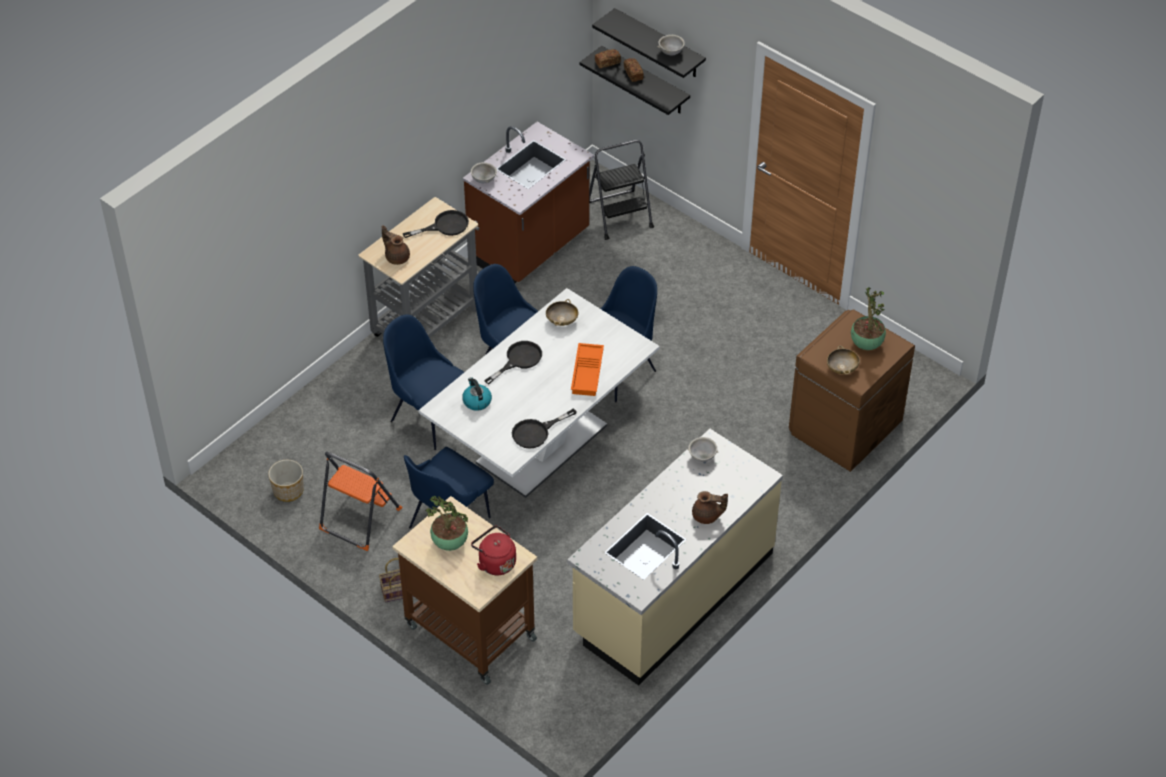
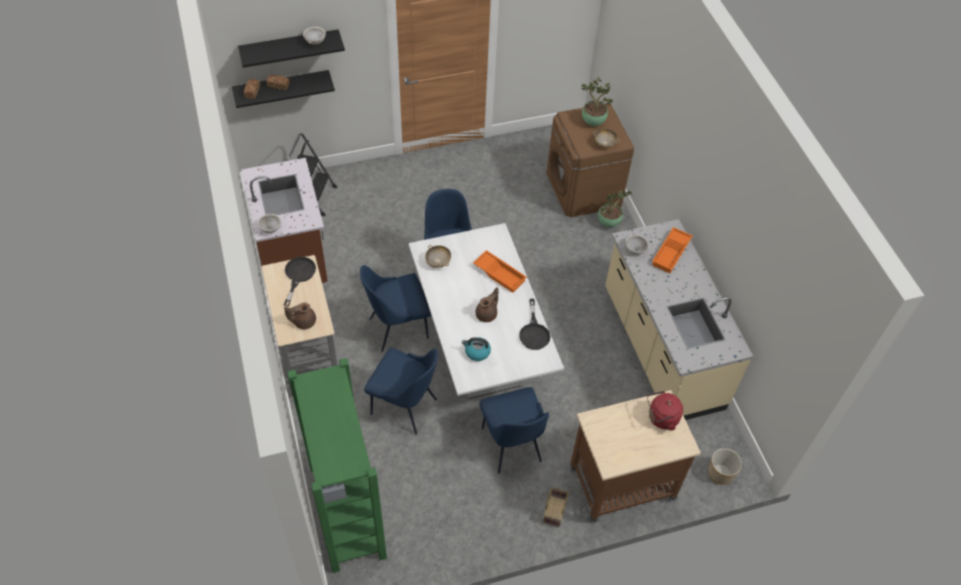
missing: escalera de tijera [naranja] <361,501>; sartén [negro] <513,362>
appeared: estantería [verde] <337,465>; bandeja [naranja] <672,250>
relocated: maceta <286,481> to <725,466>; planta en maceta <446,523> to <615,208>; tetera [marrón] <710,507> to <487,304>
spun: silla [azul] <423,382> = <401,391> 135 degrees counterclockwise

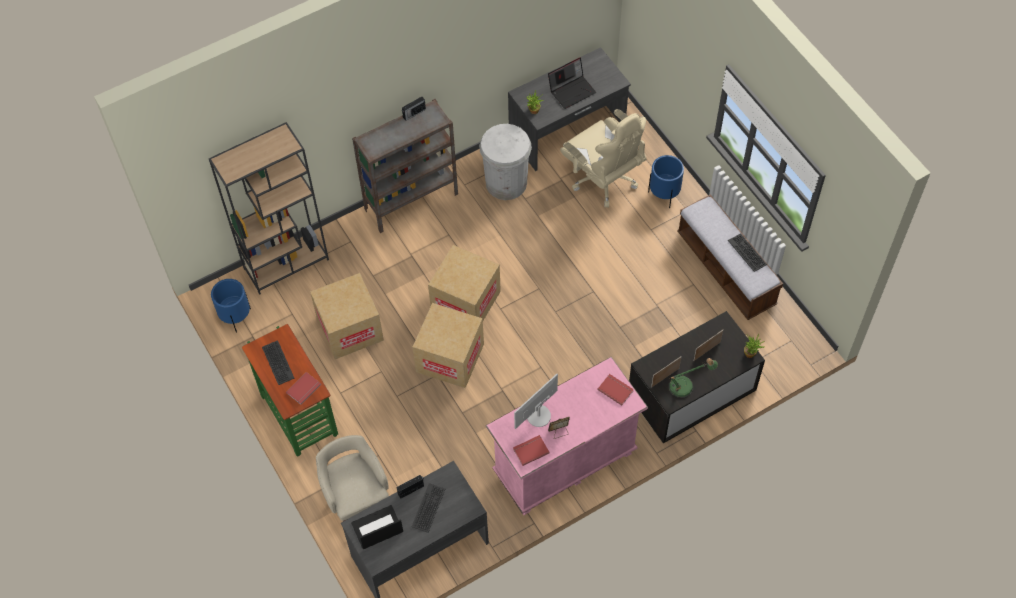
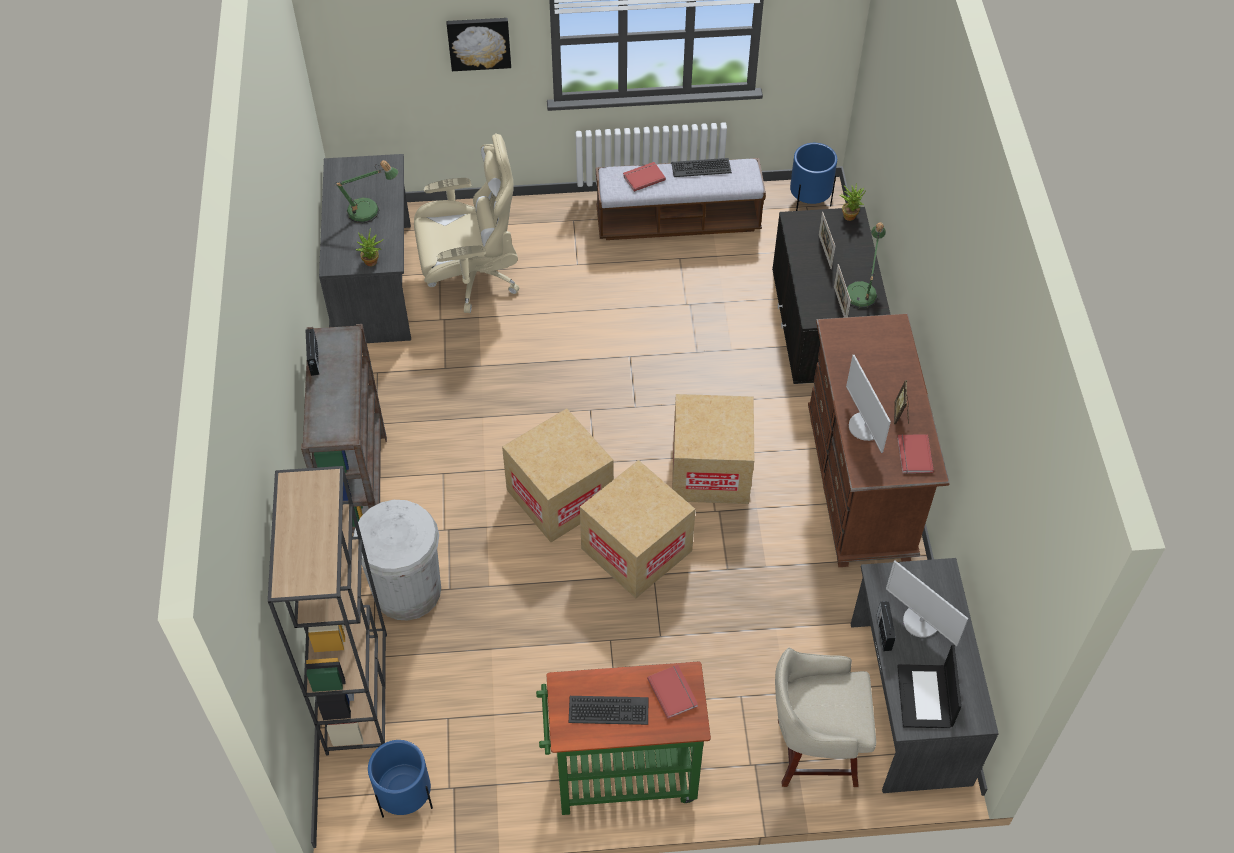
appeared: cuadro <479,44>
relocated: caja de cartón <347,316> to <713,449>; papelera [blanco] <505,162> to <397,560>; libro [rojo] <615,390> to <644,177>; maceta [azul] <666,181> to <813,177>
exchanged: teclado <428,508> to monitor <927,603>; portátil <572,83> to lámpara de mesa <366,191>
colour: cómoda [rosa] <567,436> to cómoda [marrón] <879,440>

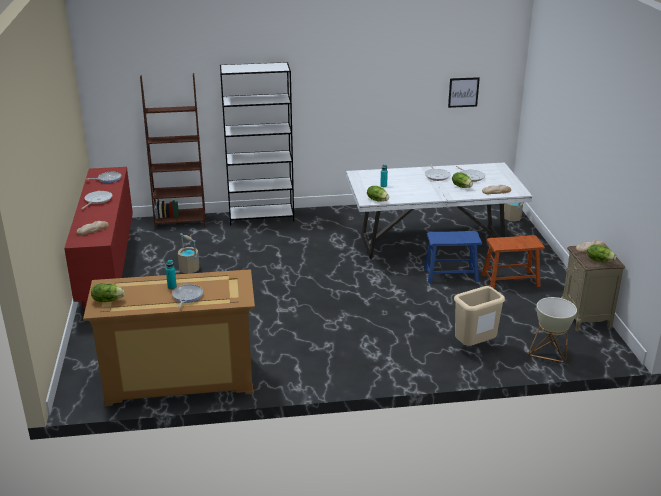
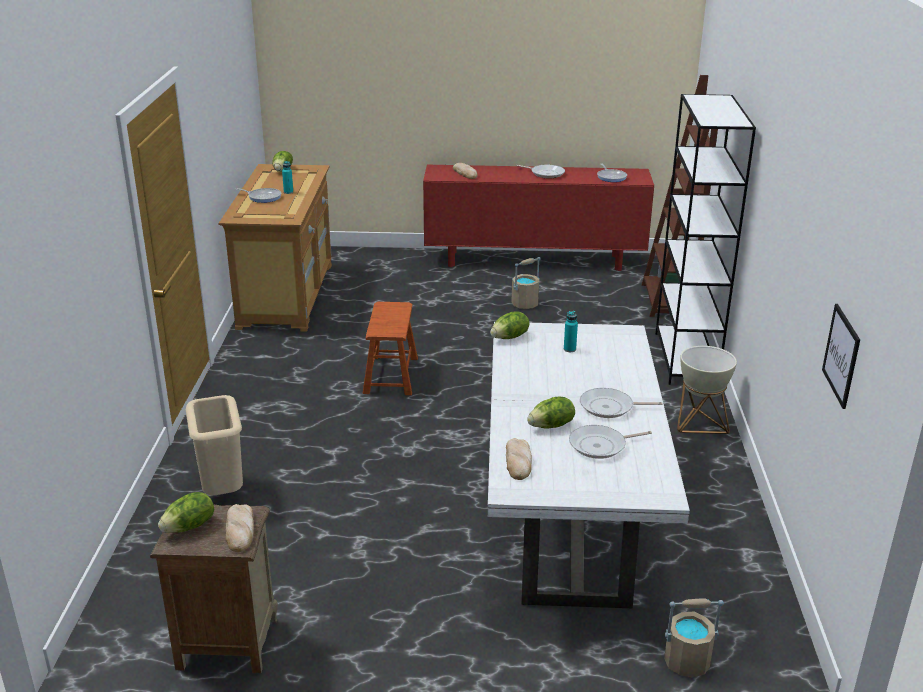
missing: taburete [azul] <453,257>
relocated: taburete [marrón] <513,262> to <390,348>; maceta <552,329> to <707,390>

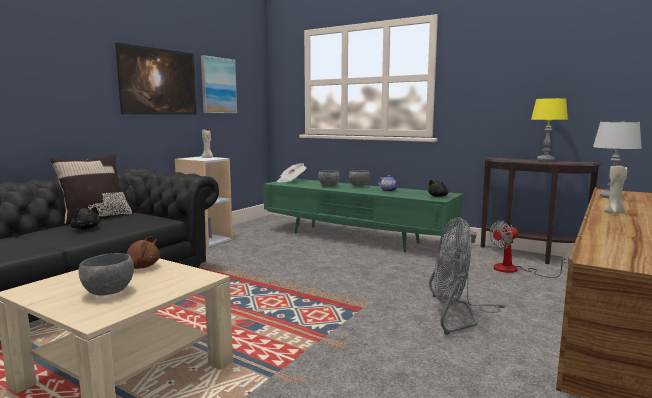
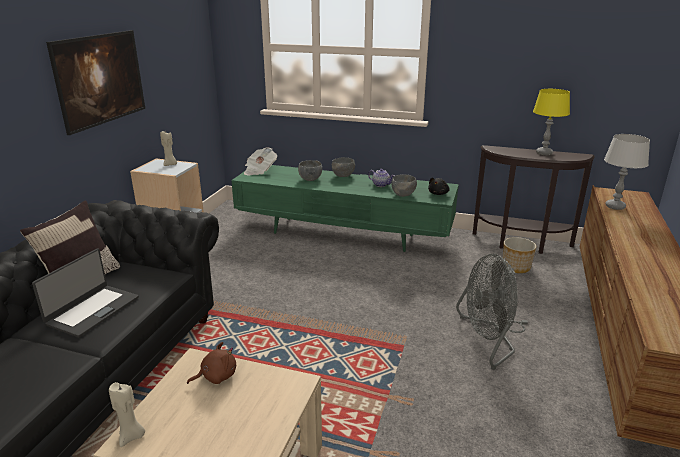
missing: cuadro <219,84>
relocated: cuenco [gris] <106,274> to <404,186>; vela [beis] <615,190> to <127,414>
exchanged: peluche [negro] <85,218> to portátil <85,292>; ventilador <529,249> to maceta <519,255>

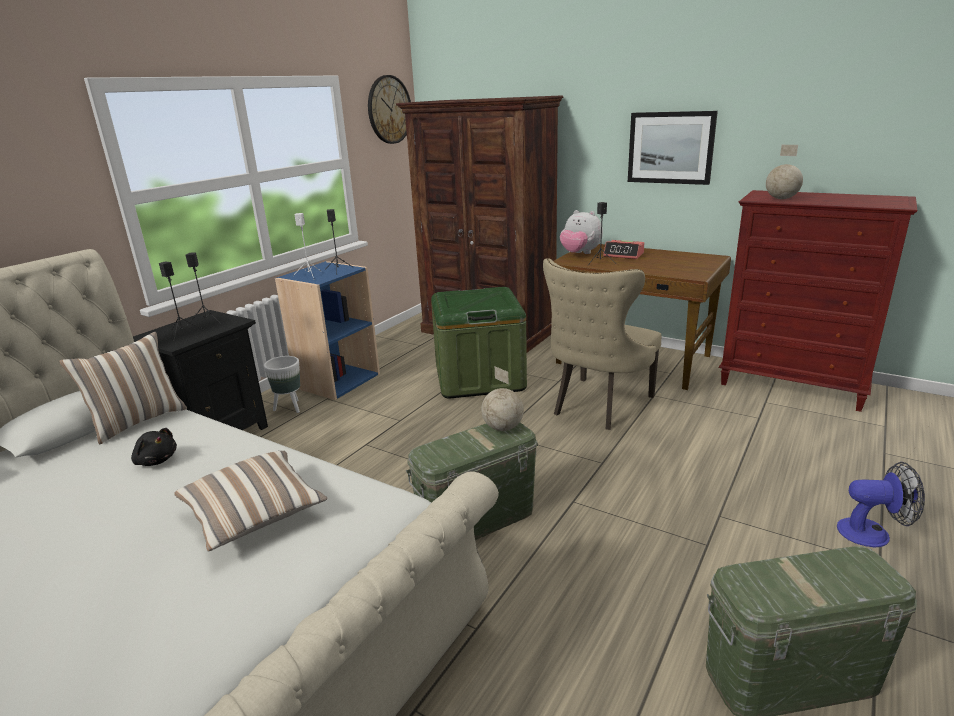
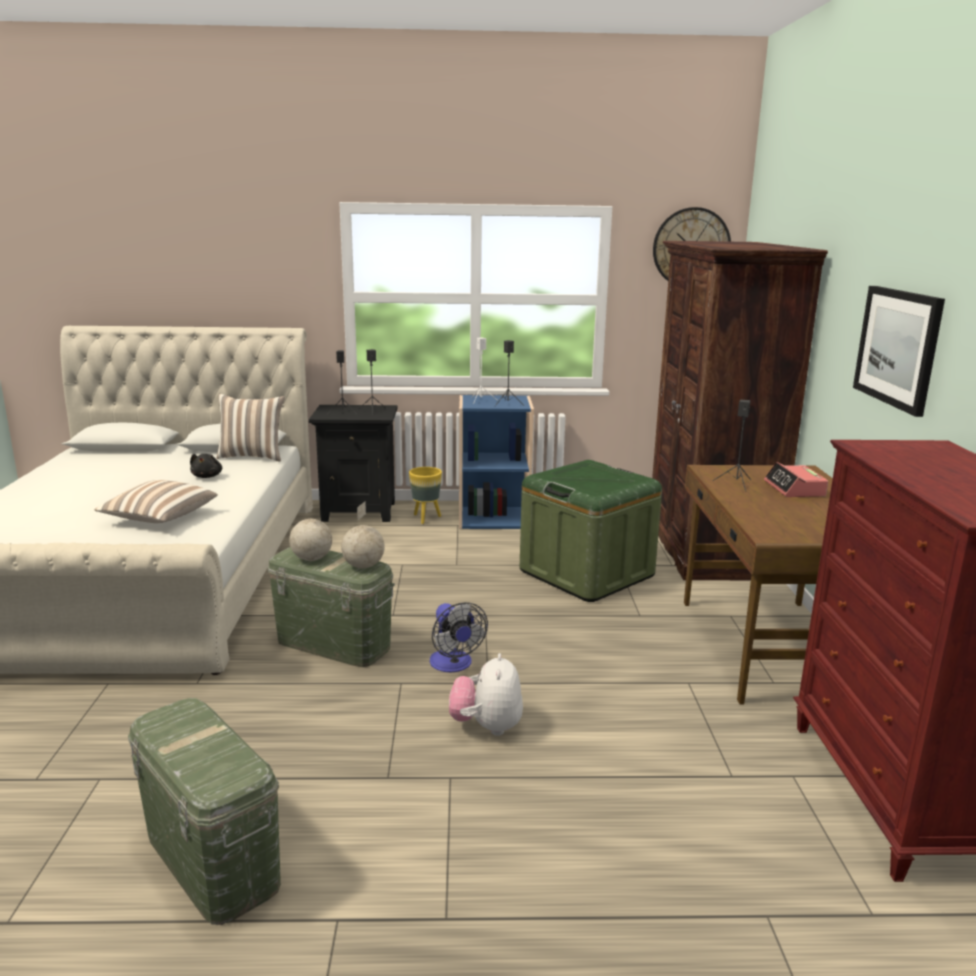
missing: silla [beis] <602,344>
relocated: peluche <581,232> to <486,694>; globo terráqueo <784,172> to <310,528>; ventilador <881,505> to <459,637>
colour: maceta [blanco] <282,384> to maceta [amarillo] <425,495>

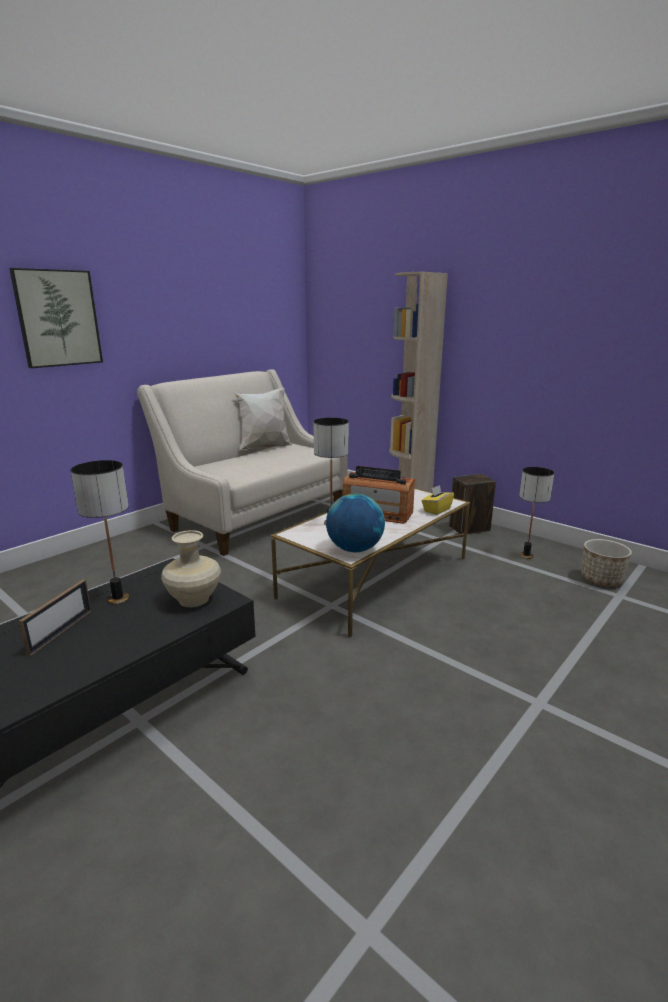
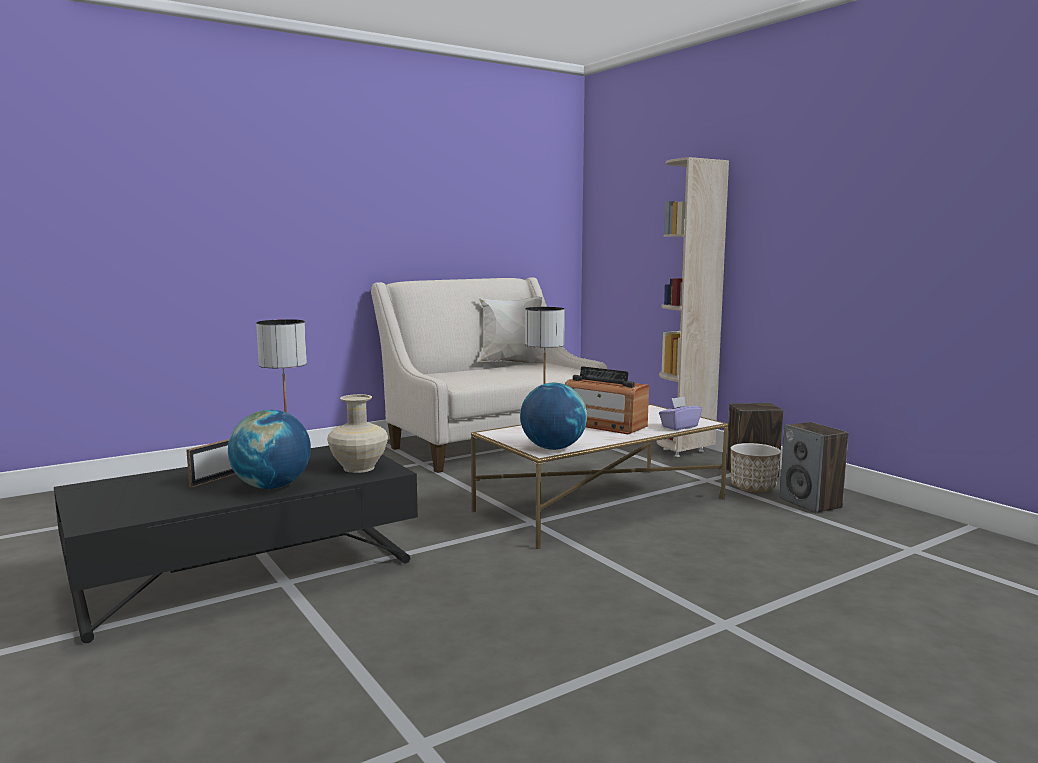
missing: cuadro <56,318>
appeared: globo terráqueo <269,449>
relocated: maceta <606,562> to <756,467>
exchanged: lámpara de mesa <536,513> to altavoz <814,467>
colour: caja de pañuelos [amarillo] <438,500> to caja de pañuelos [morado] <680,413>

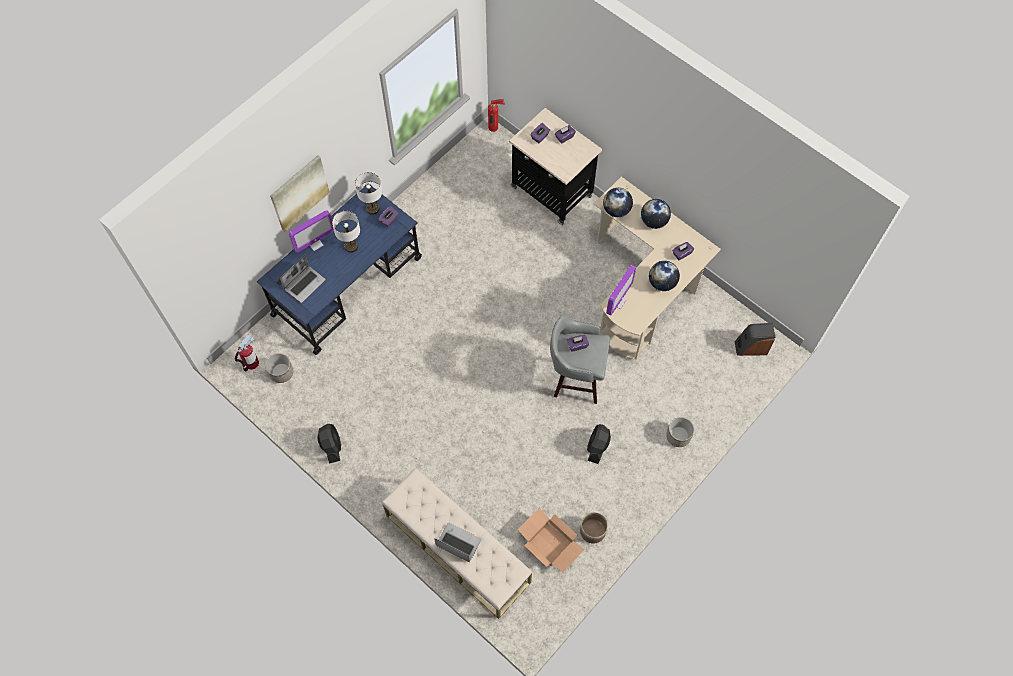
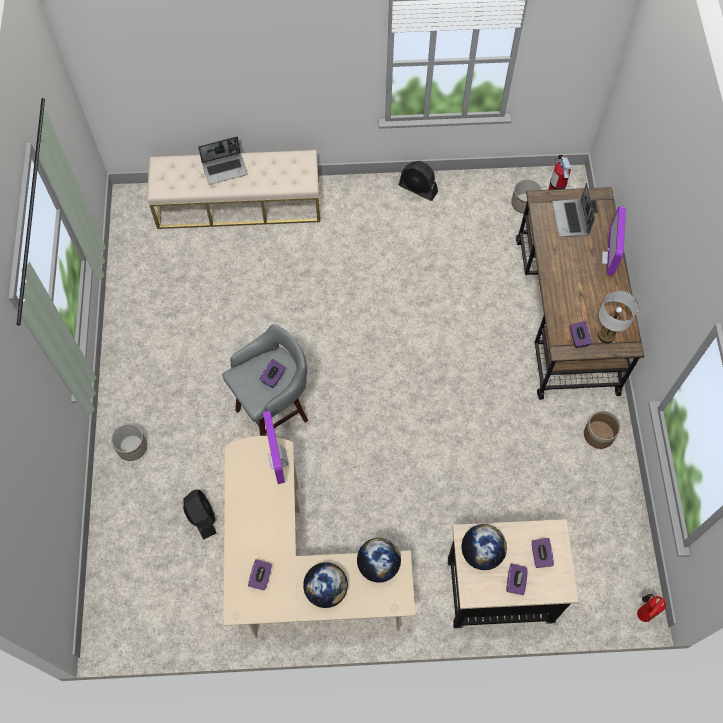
missing: cuadro <300,193>; lámpara de mesa <346,232>; caja de cartón <551,540>; altavoz <754,339>
relocated: maceta <594,527> to <602,430>; ventilador [negro] <599,444> to <200,515>; globo terráqueo <664,276> to <484,547>
colour: escritorio [azul] <339,269> to escritorio [marrón] <580,293>

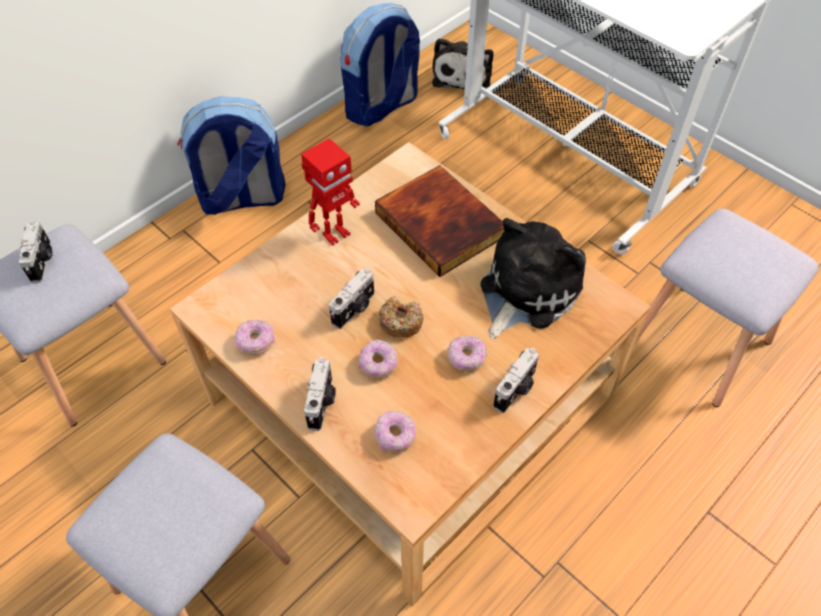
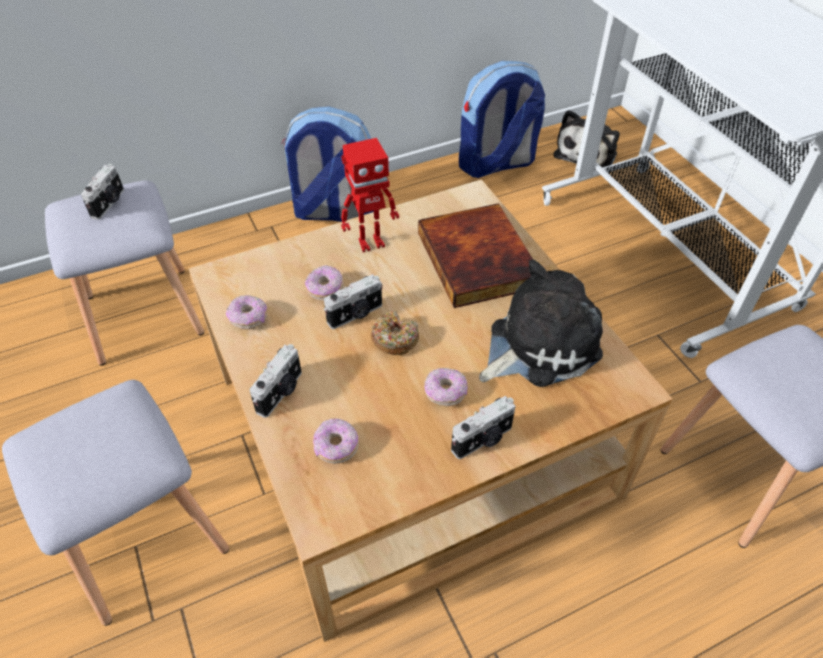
relocated: rosquilla <378,359> to <324,283>

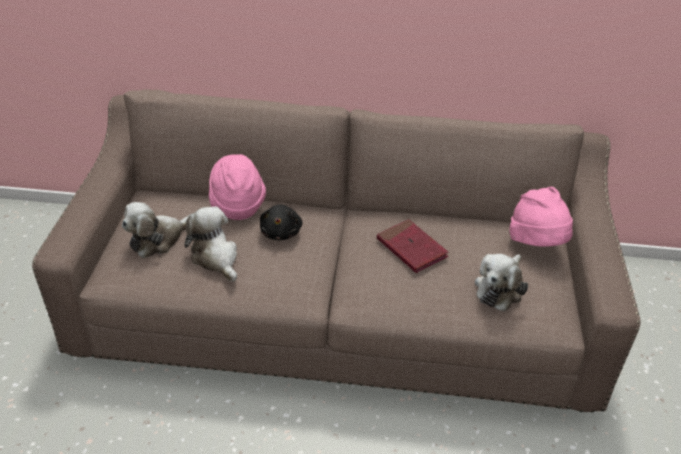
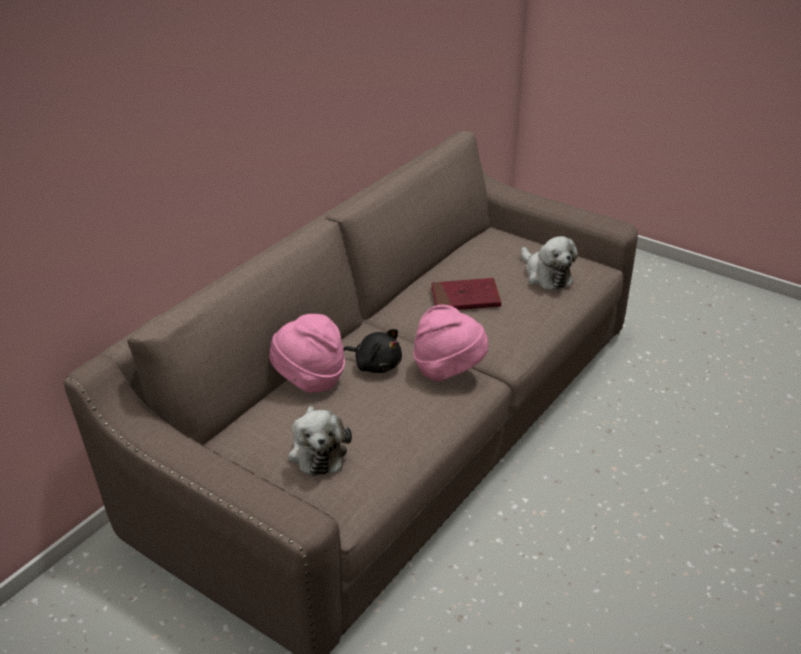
missing: peluche <210,244>
relocated: sombrero [rosa] <541,217> to <451,343>

